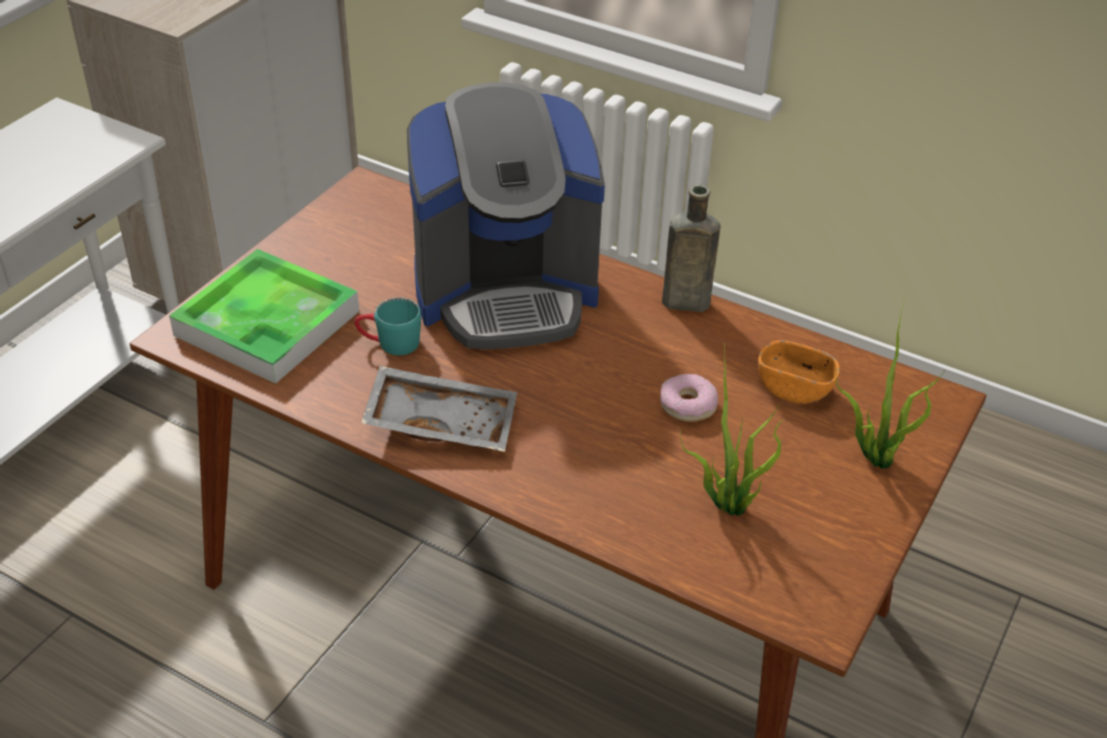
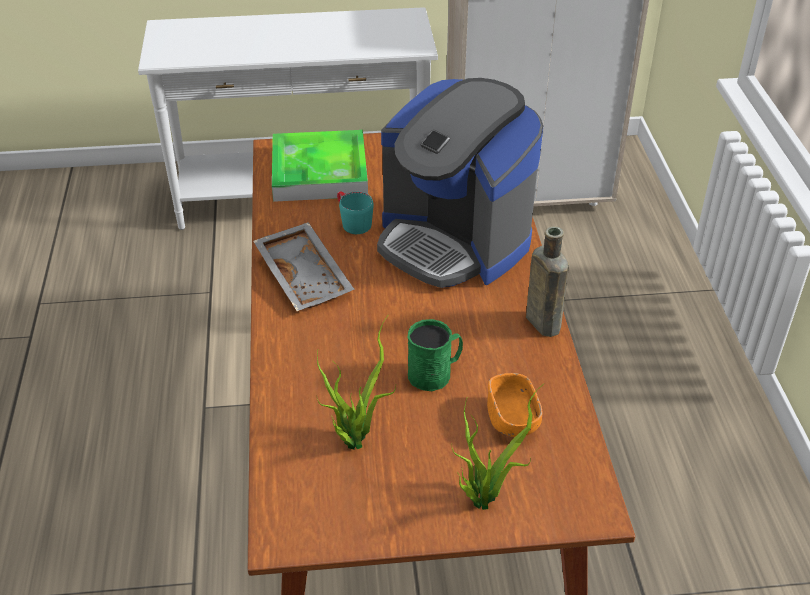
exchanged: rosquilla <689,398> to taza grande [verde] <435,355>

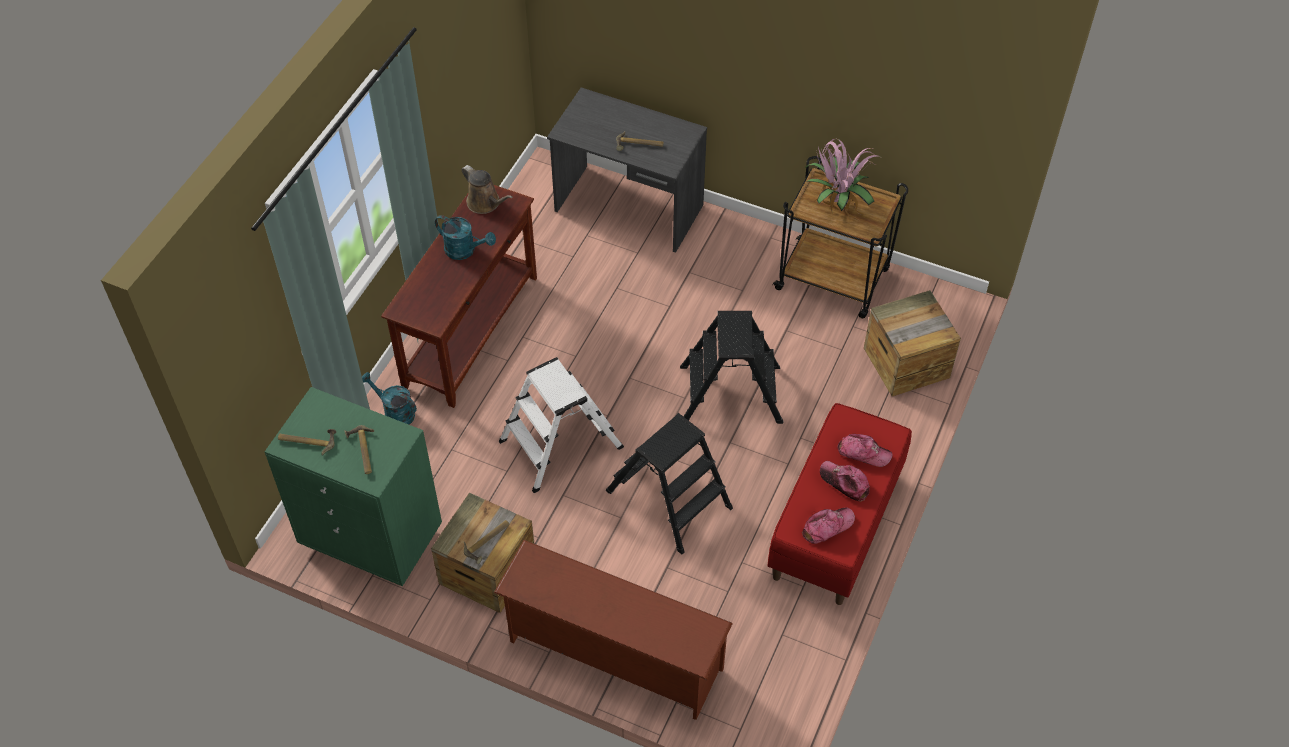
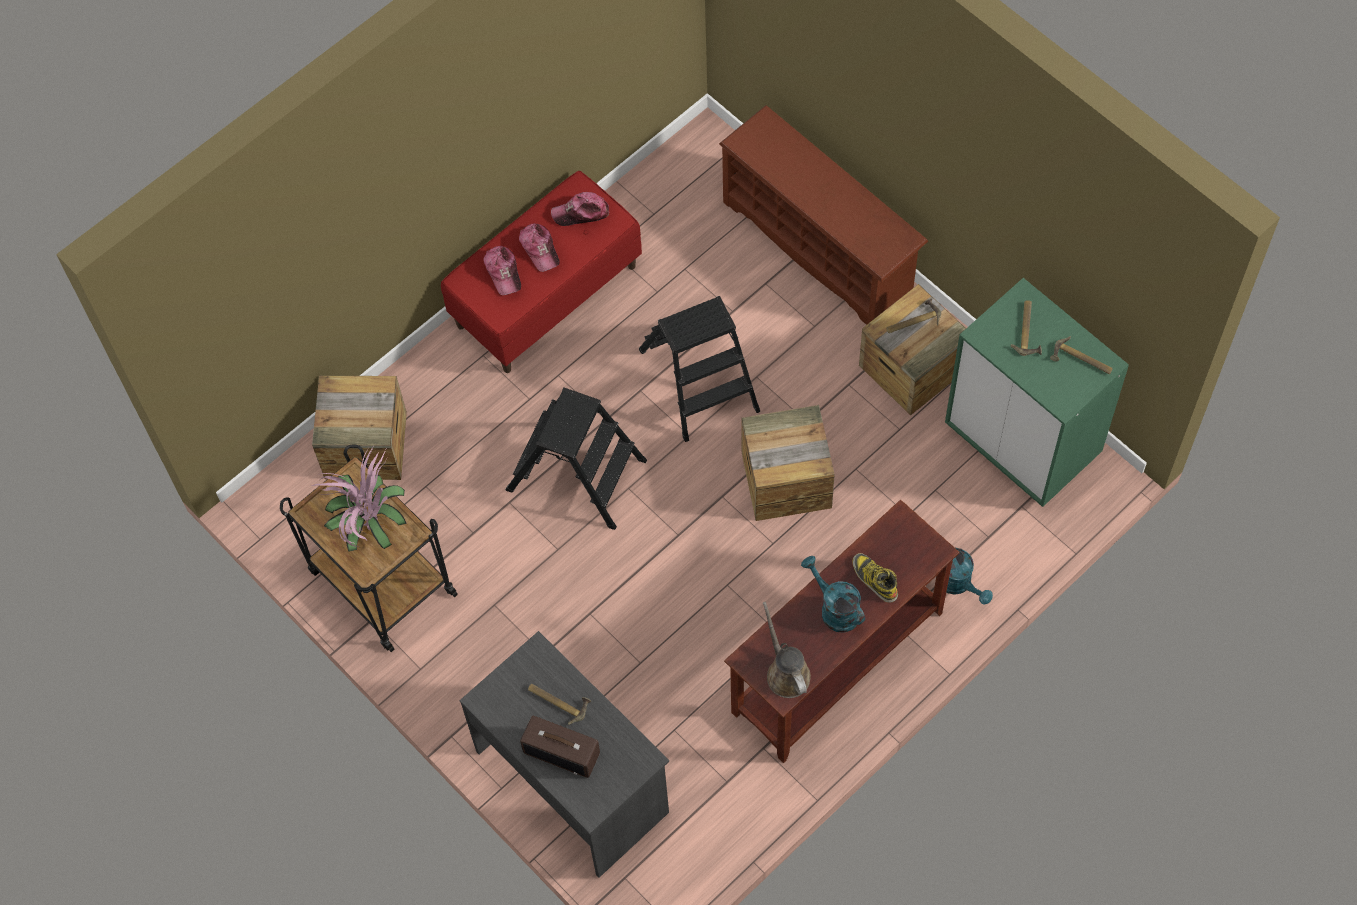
appeared: radio <560,747>; bota <875,578>
exchanged: escalera de tijera [blanco] <561,425> to caja de embalaje <788,463>
spun: gorra <865,450> = <502,270> 150 degrees counterclockwise

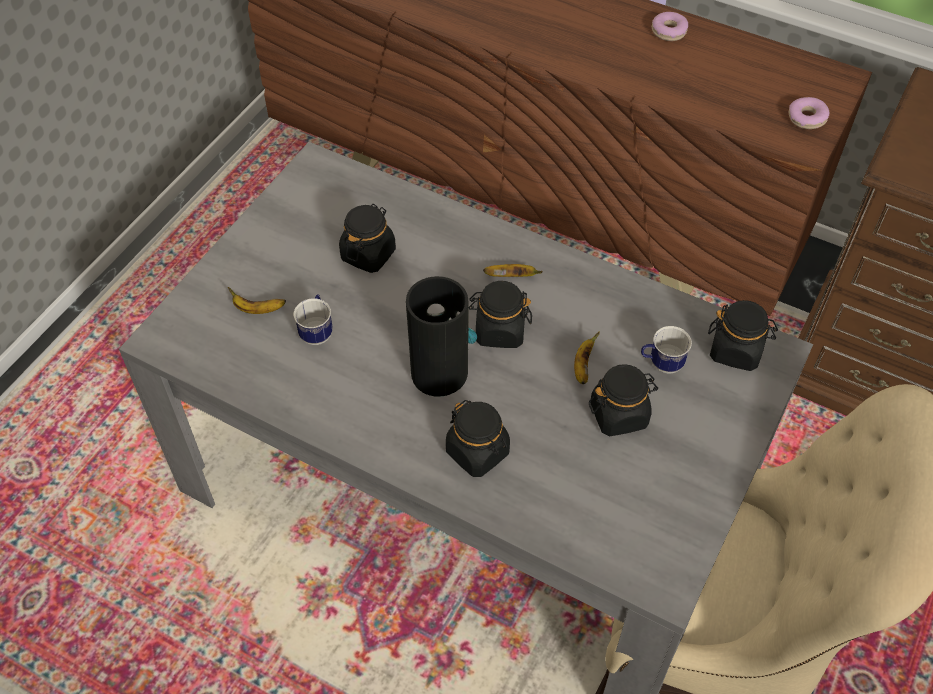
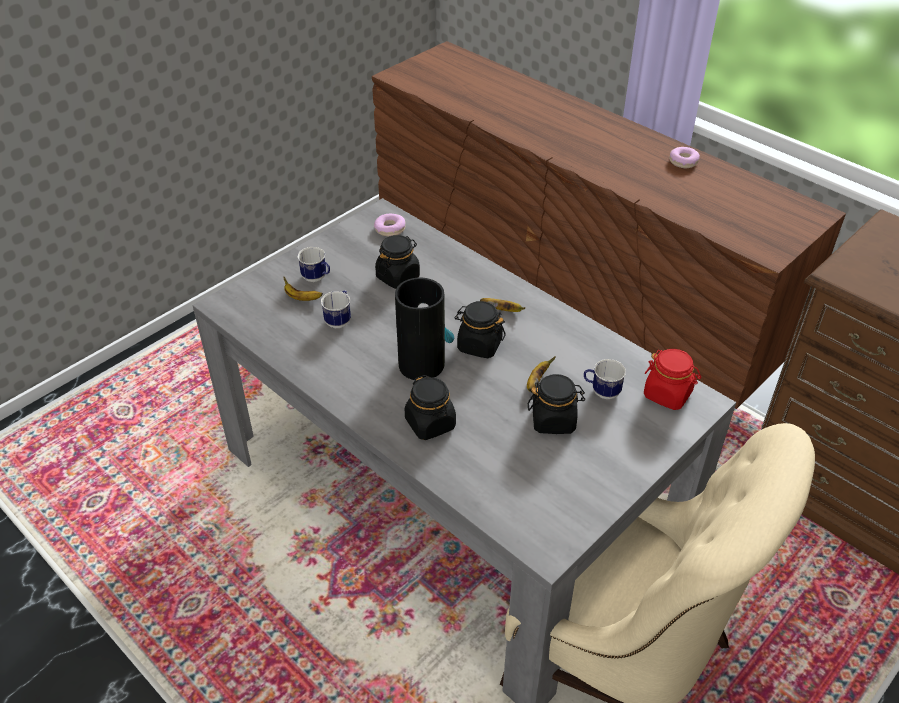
appeared: taza grande <313,264>
relocated: rosquilla <809,113> to <389,225>
colour: tarro [negro] <743,335> to tarro [rojo] <672,379>

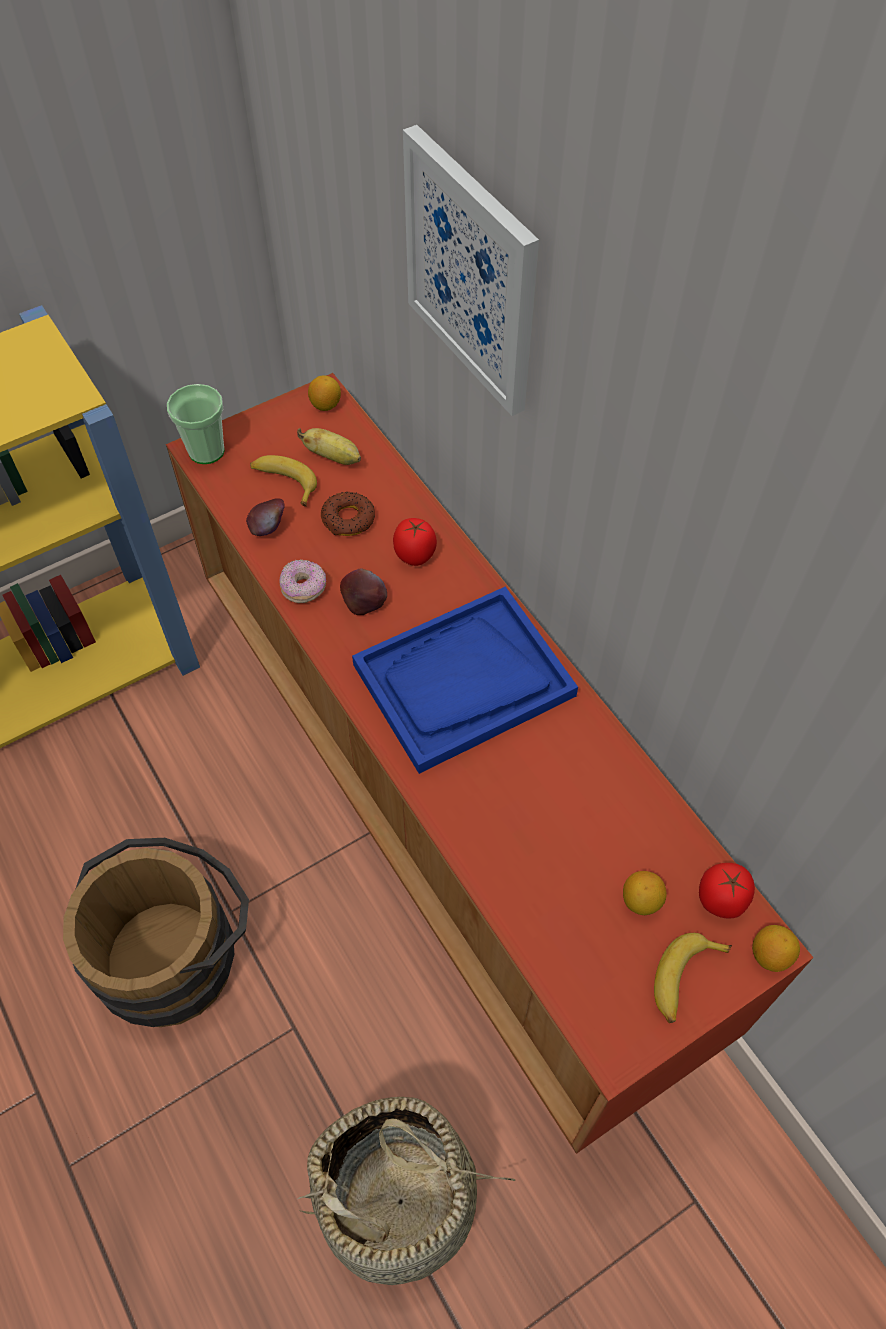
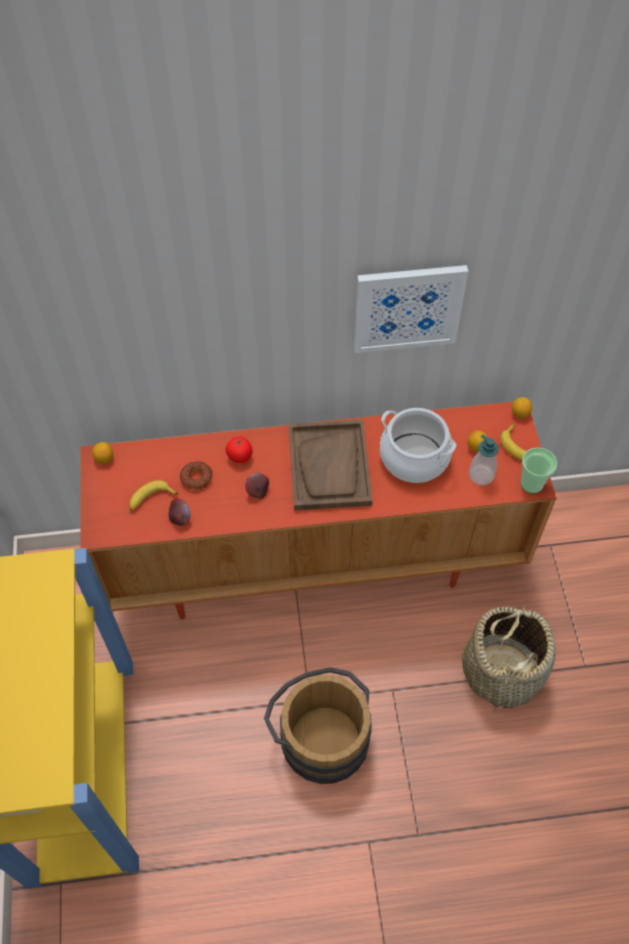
missing: rosquilla <302,581>; plátano <329,446>; tomate <727,891>
appeared: olla <418,445>; dispensador de jabón <484,459>
relocated: taza <196,424> to <539,470>; cuadro <471,270> to <411,309>
colour: bandeja [azul] <465,680> to bandeja [marrón] <331,465>

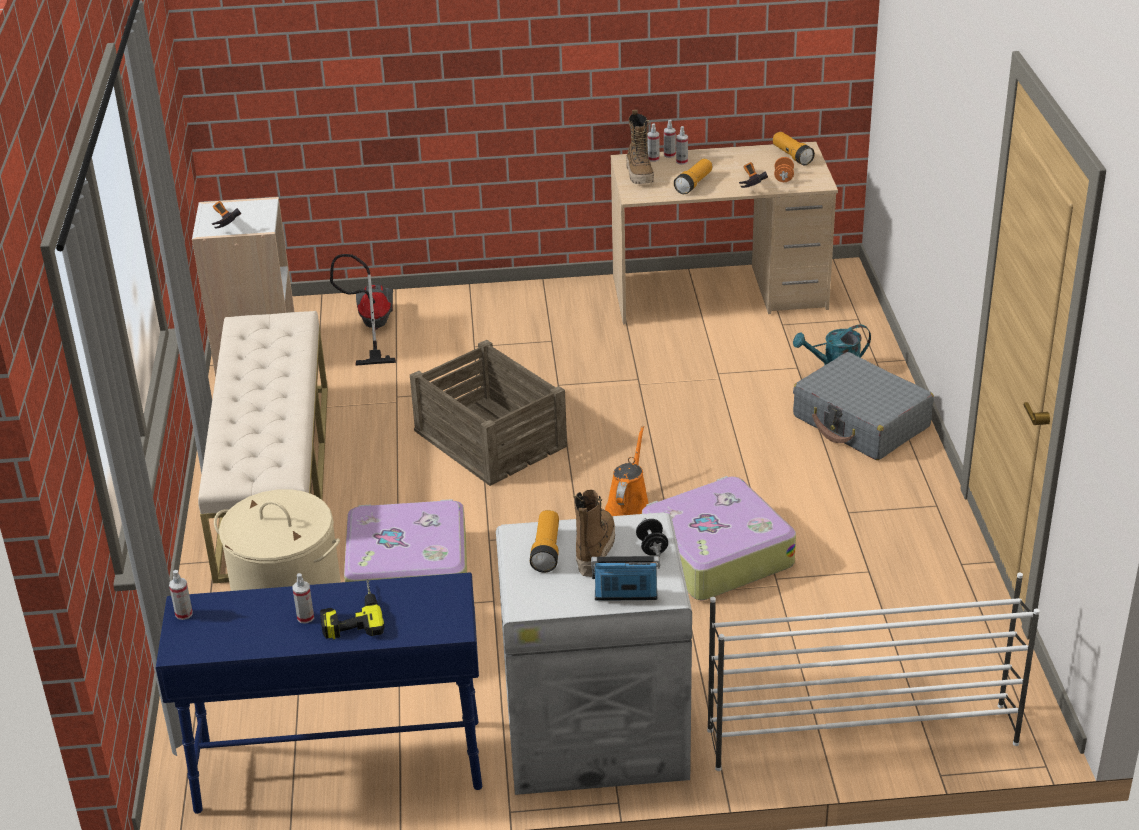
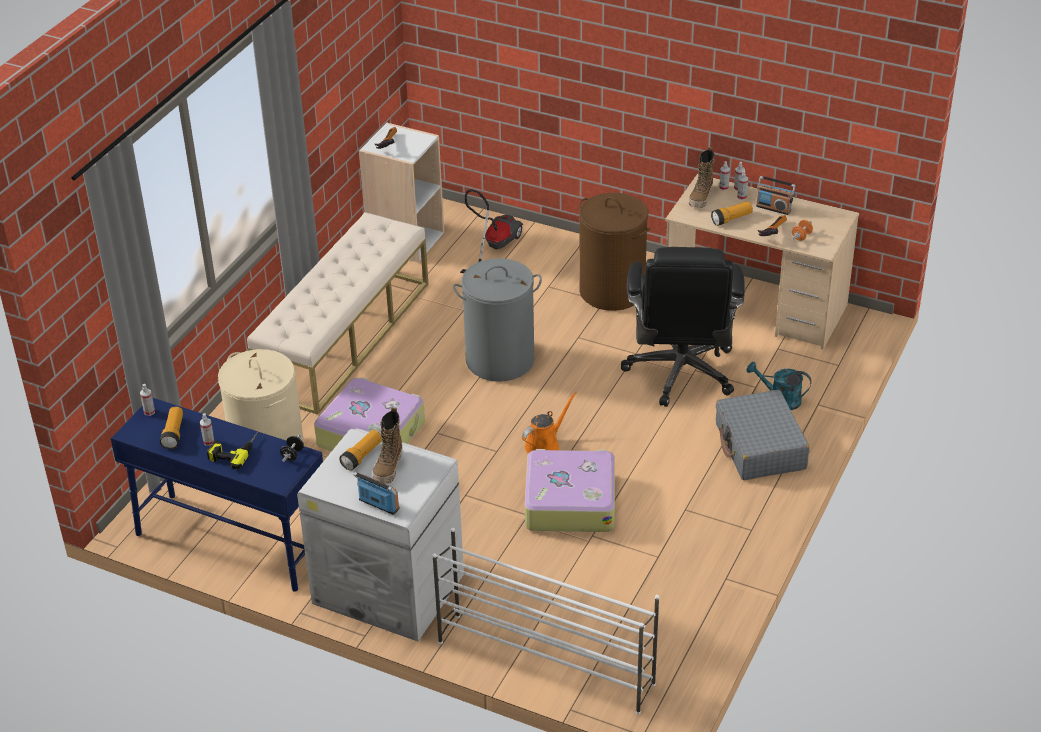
appeared: cesto de la ropa [marrón] <615,252>; silla de oficina [negro] <683,327>; radio <776,195>
relocated: mancuerna [negro] <652,537> to <292,448>; linterna <794,148> to <171,428>
exchanged: caja de embalaje <488,413> to cesto de la ropa [gris] <497,320>
spun: bota <594,533> = <387,445> 150 degrees clockwise

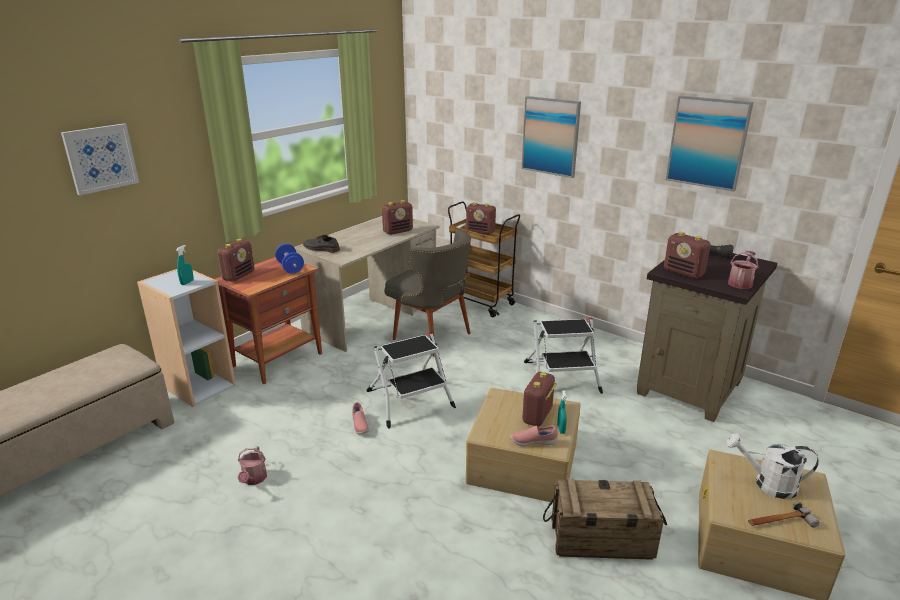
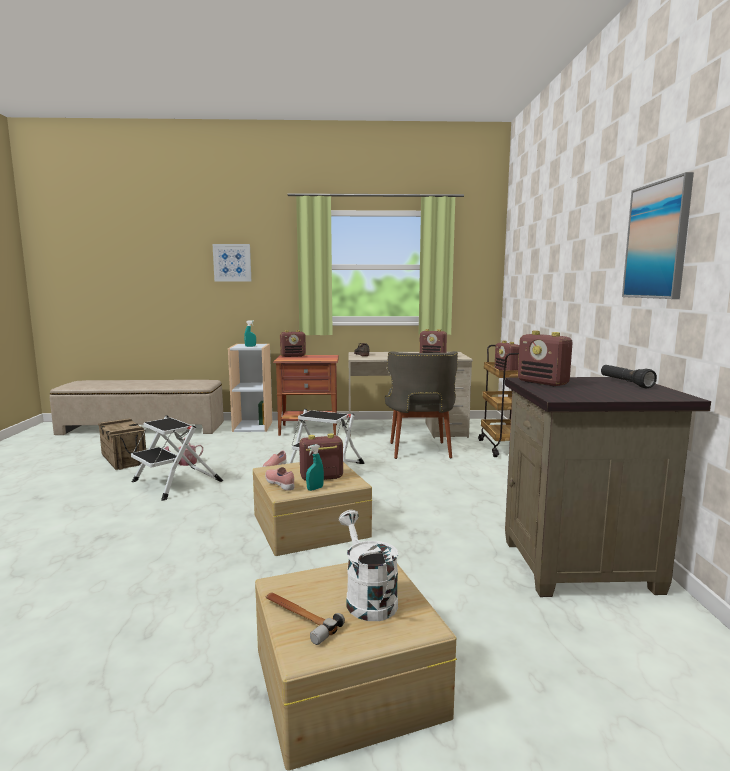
missing: mancuerna [azul] <289,259>; cuadro <551,137>; regadera <743,270>
relocated: escalera de tijera <563,356> to <177,458>; caja de embalaje <605,519> to <122,444>
spun: radio <687,255> = <545,358> 45 degrees counterclockwise

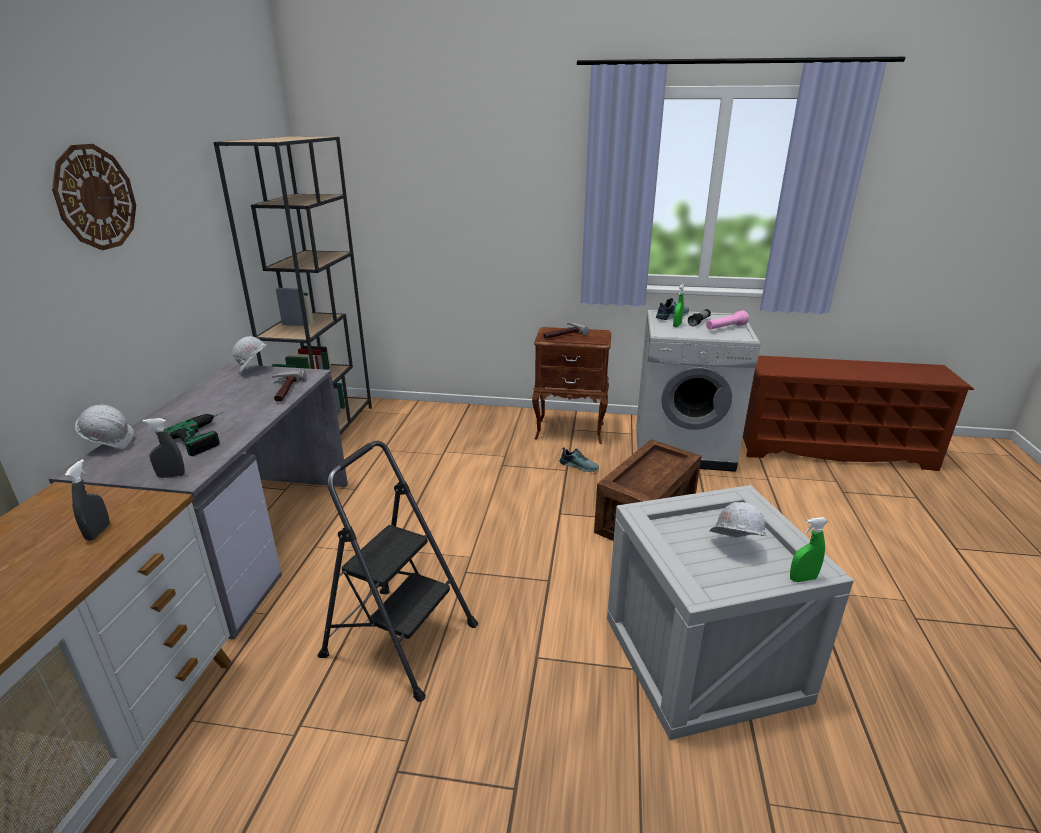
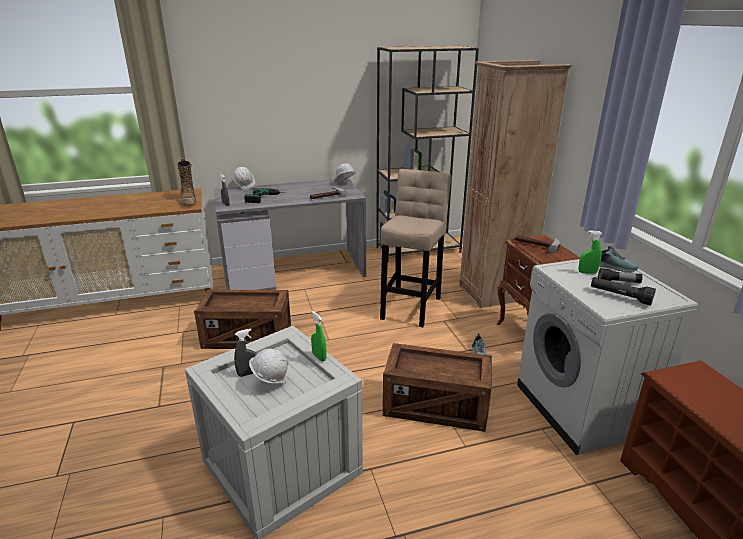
missing: reloj de pared <94,197>
appeared: bota <186,181>; taburete [beis] <416,248>; armario [marrón] <515,184>
relocated: pulverizador [gris] <87,499> to <245,353>; pulverizador [verde] <809,549> to <319,336>
exchanged: escalera de tijera [negro] <398,571> to caja de embalaje <242,319>
colour: linterna [rosa] <727,320> to linterna [negro] <623,291>

